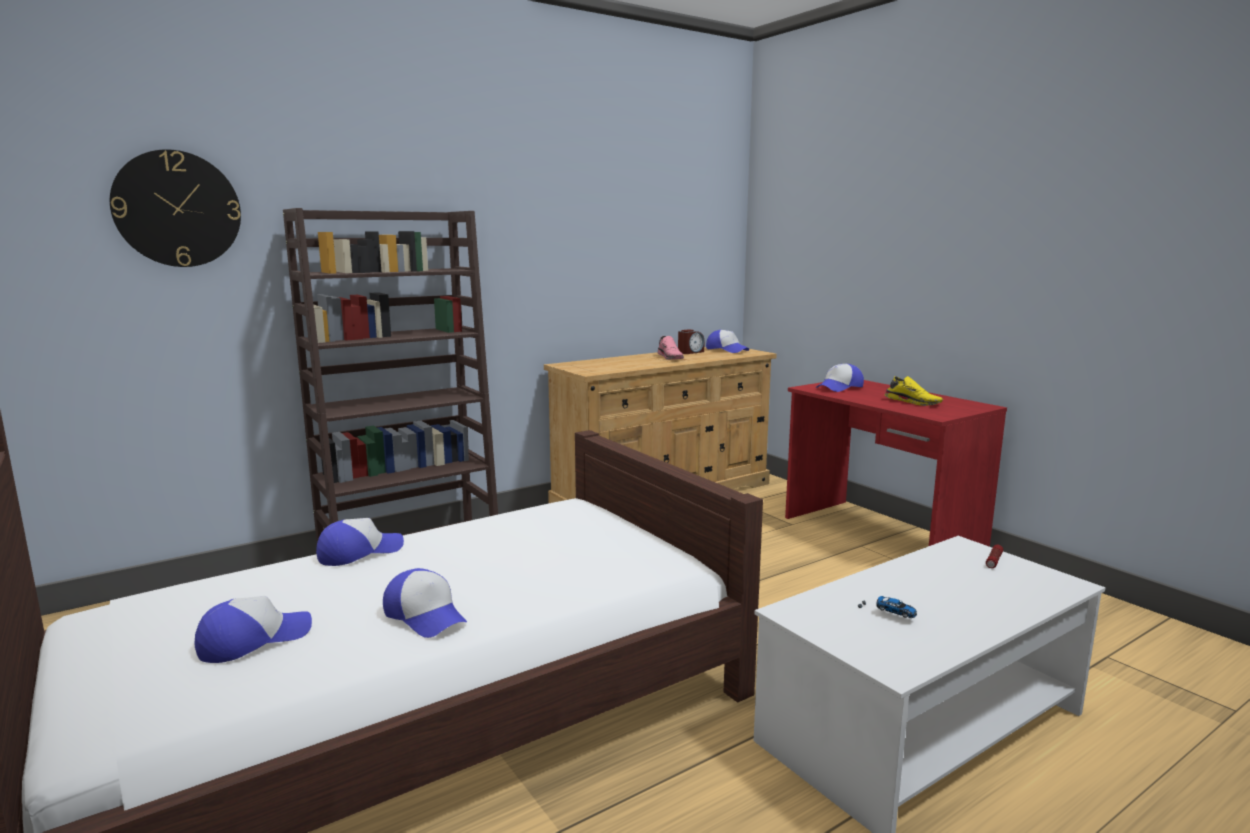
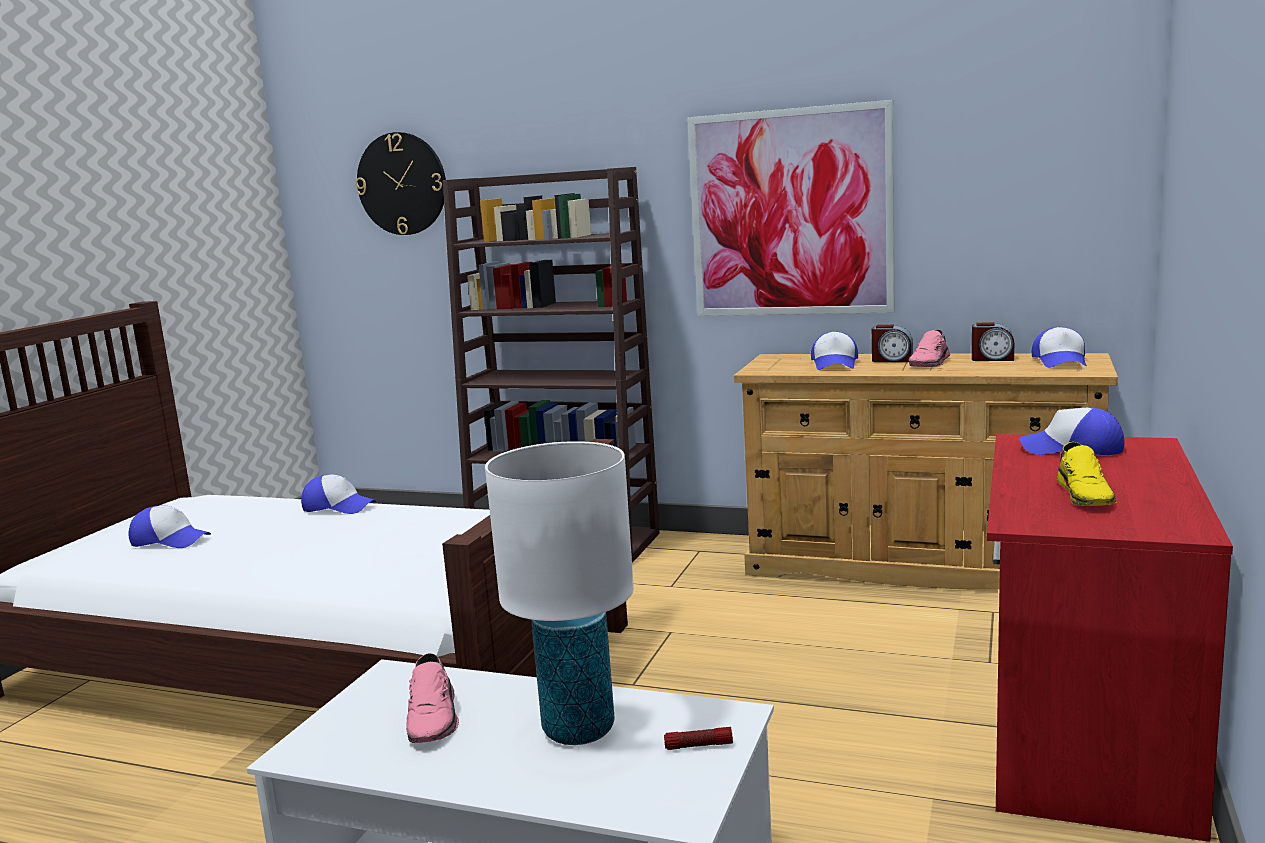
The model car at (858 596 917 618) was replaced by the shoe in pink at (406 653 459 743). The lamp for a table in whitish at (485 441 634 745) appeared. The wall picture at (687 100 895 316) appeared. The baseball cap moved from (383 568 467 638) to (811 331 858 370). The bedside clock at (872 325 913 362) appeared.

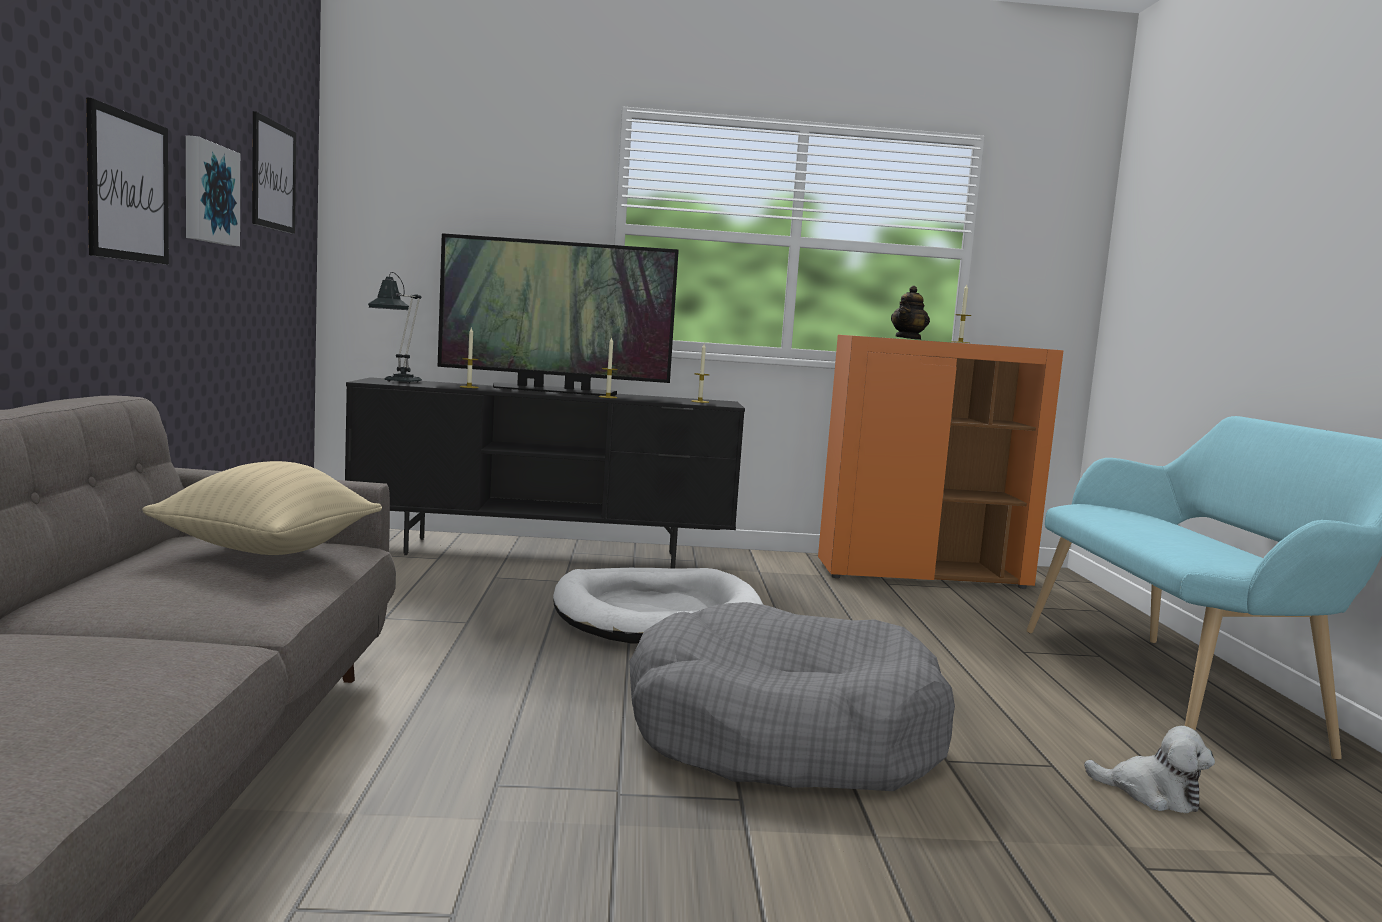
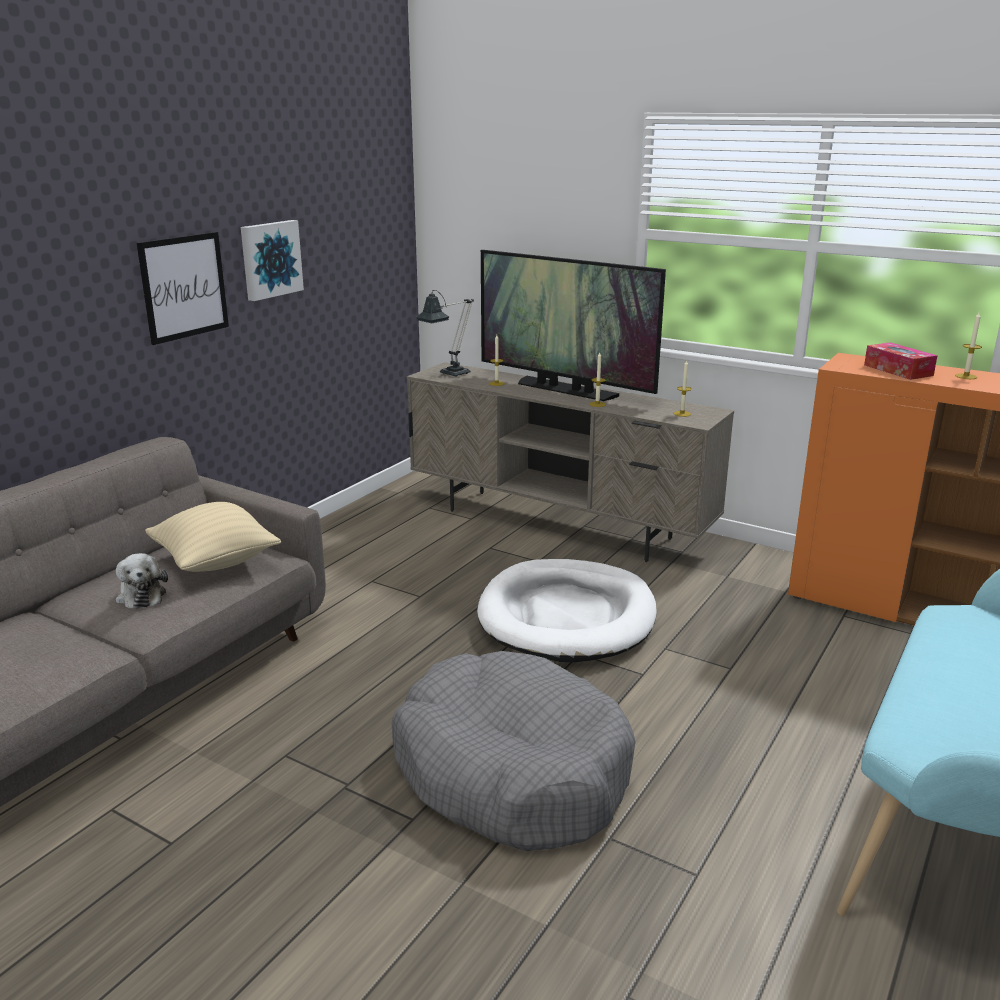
The plush toy moved from (1084 726 1215 813) to (116 553 168 609). The tv unit in black at (345 377 745 568) became the tv unit in sand-coloured at (407 362 734 562). The teapot at (891 286 930 340) was replaced by the tissue holder at (864 342 937 380). The wall picture at (252 111 296 234) disappeared.

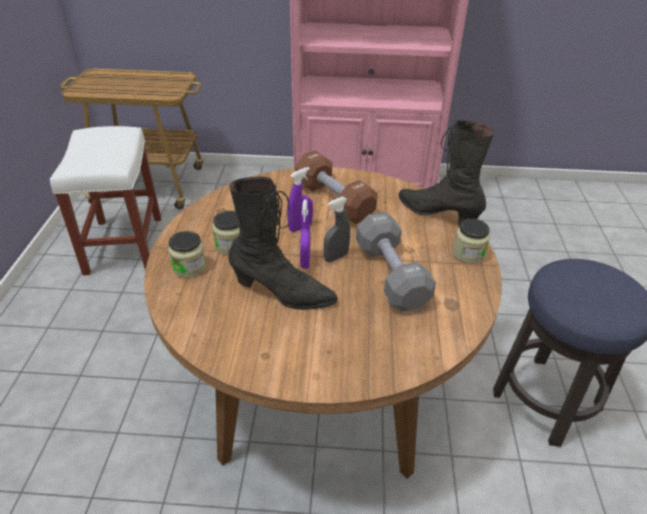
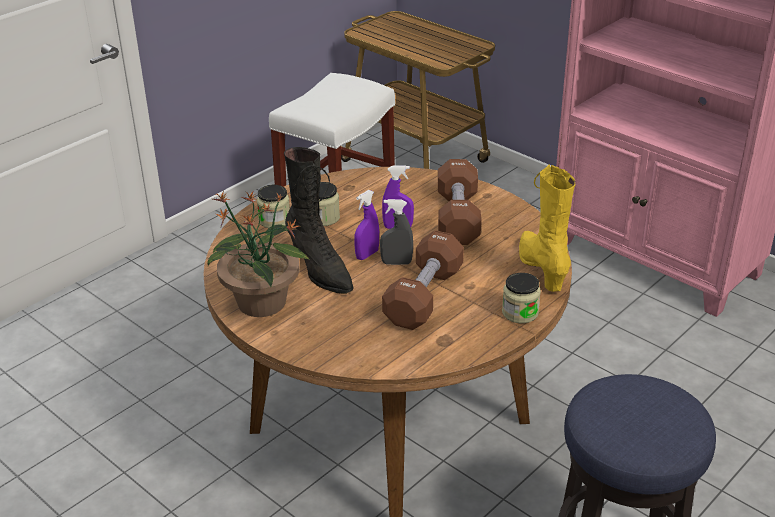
The plant in a pot at (207 191 310 317) appeared. The free weight in gray at (356 212 436 312) became the free weight in brownish at (382 230 464 330). The boot in black at (398 120 494 226) became the boot in yellow at (519 164 576 292).

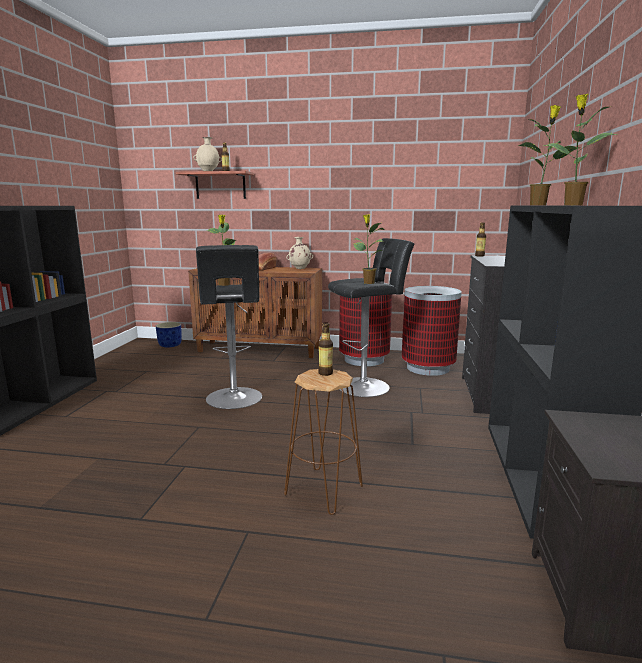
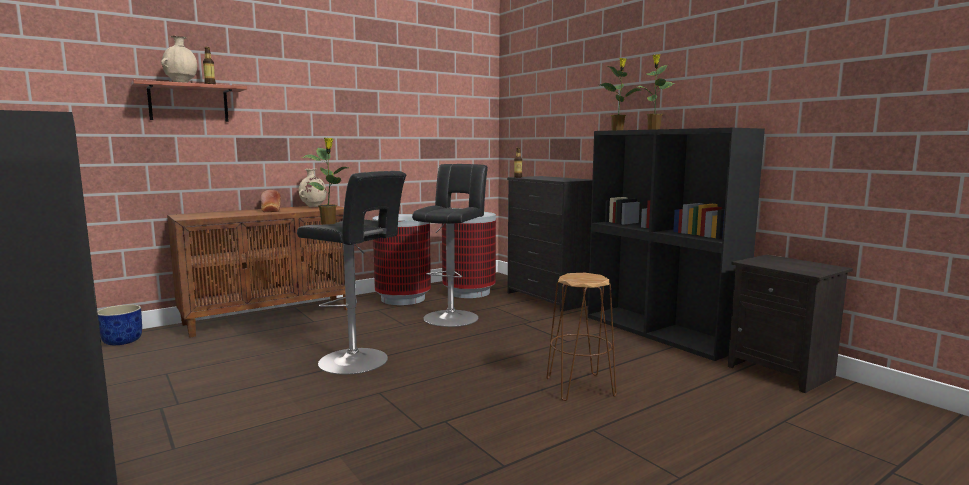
The beverage bottle at (318 322 333 376) disappeared. The plant in a pot at (353 214 385 284) disappeared.

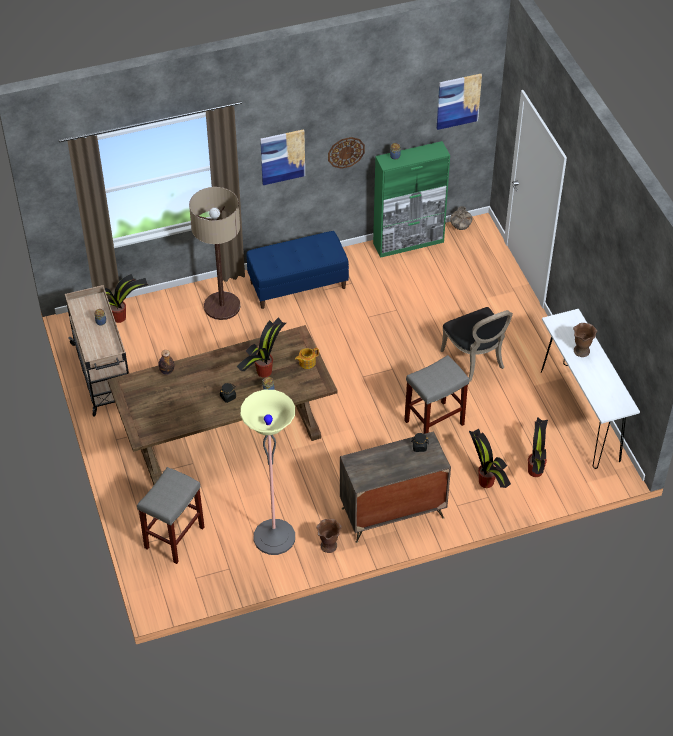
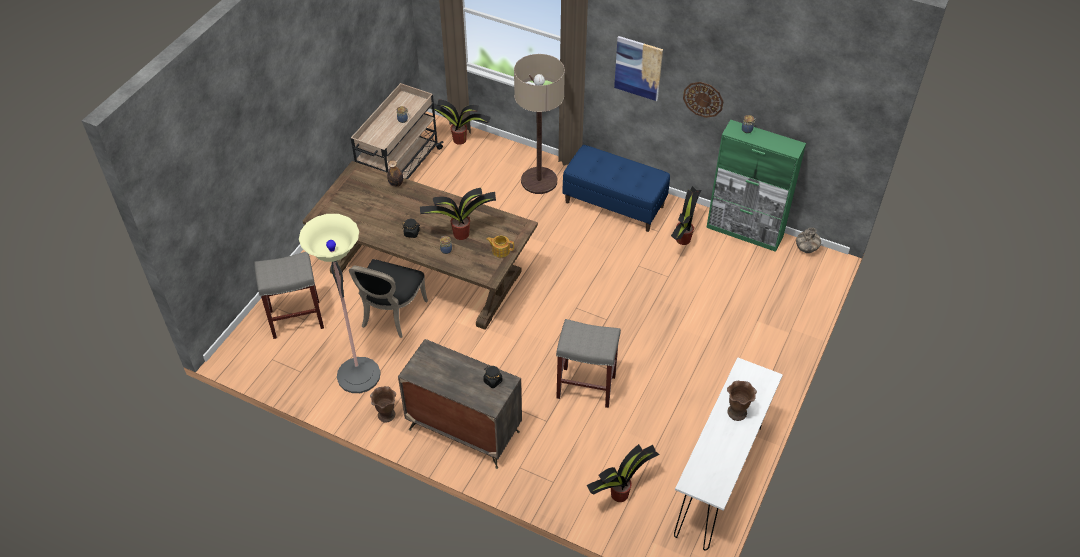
The upright chair in black moved from (441 307 513 382) to (349 259 428 338). The plant in a pot moved from (469 429 511 488) to (671 186 702 245). The wall picture at (437 74 482 130) disappeared.

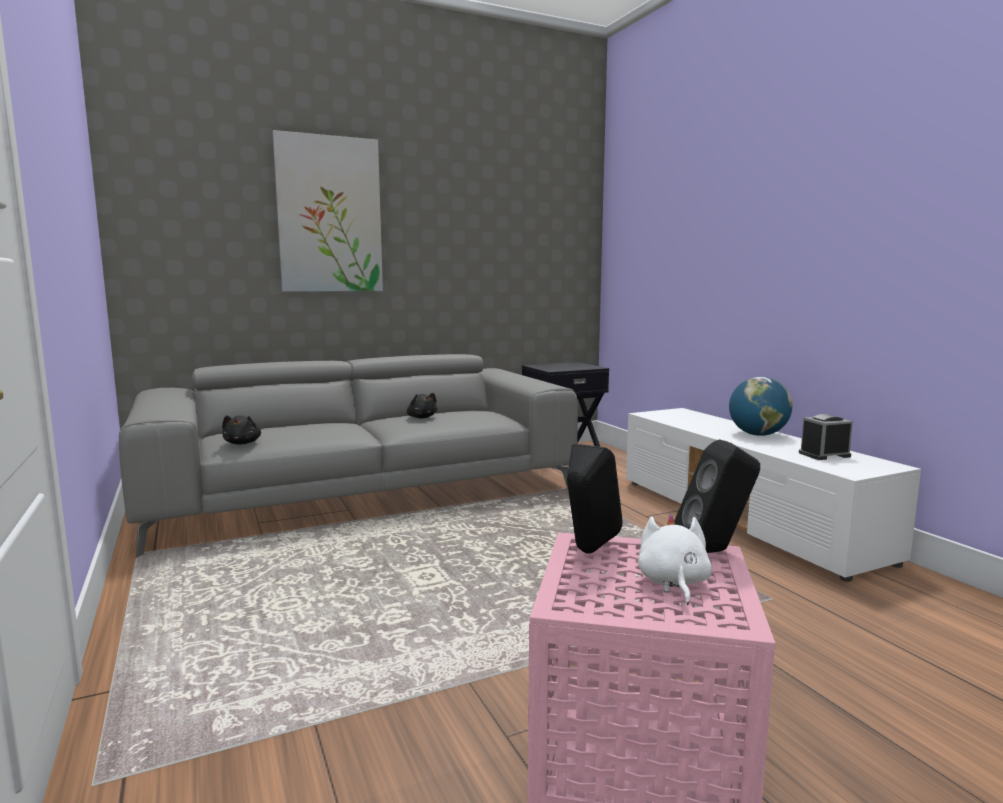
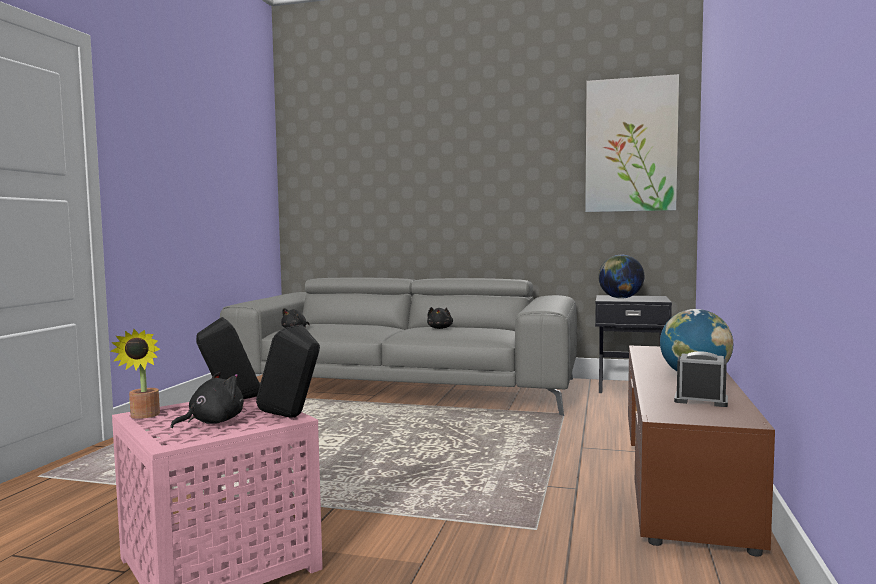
The plant in a pot at (110 329 160 419) appeared. The plush toy in whitish at (638 515 712 605) became the plush toy in black at (171 372 244 428). The wall picture moved from (272 130 383 292) to (585 74 679 212). The globe at (598 255 644 299) appeared. The tv unit in whitish at (626 408 921 582) became the tv unit in brownish at (628 345 775 557).

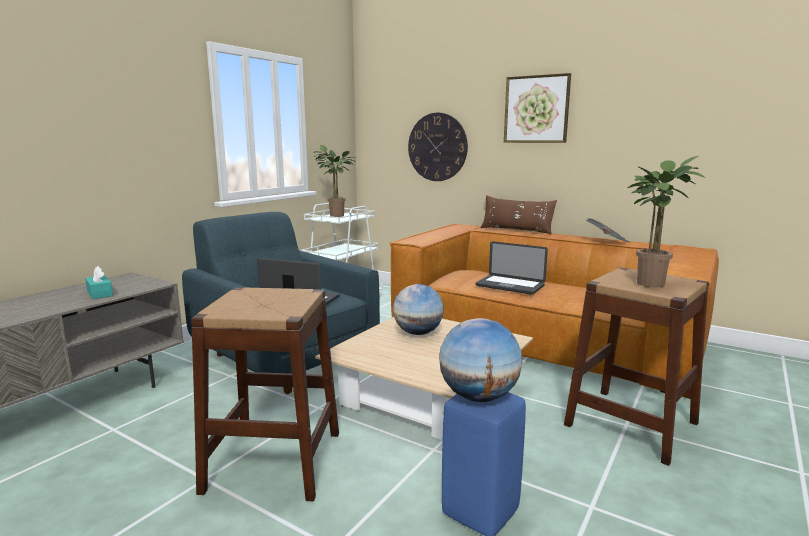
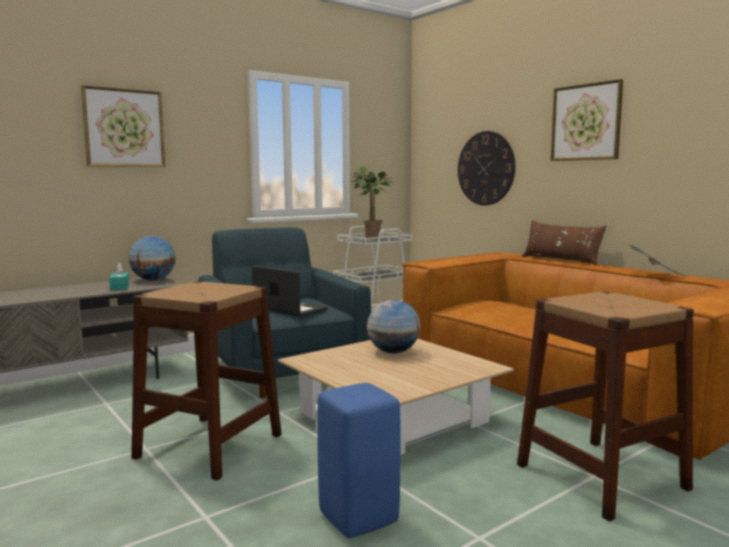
The wall picture at (81 85 165 167) appeared. The globe moved from (439 318 522 402) to (129 236 176 280). The portable computer at (476 241 548 295) disappeared. The plant in a pot at (627 156 705 287) disappeared.

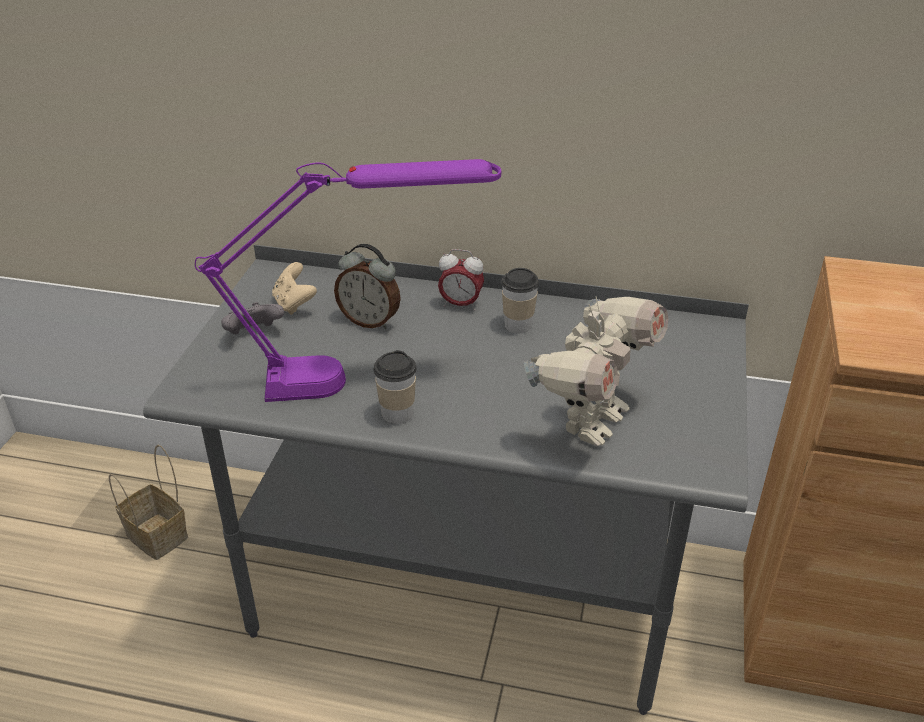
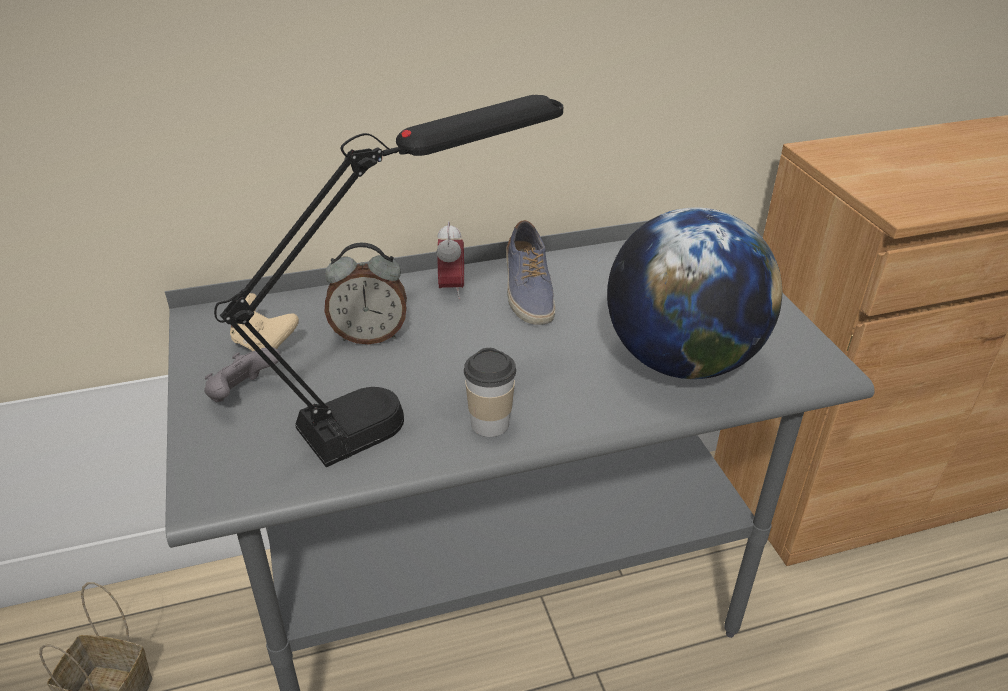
The lamp for a table in purple at (195 159 501 402) became the lamp for a table in black at (214 95 563 467). The bedside clock at (438 249 484 311) turned 75 degrees counterclockwise. The drinking cup at (501 268 539 333) was replaced by the shoe at (506 220 556 325). The toy robot at (524 296 668 446) was replaced by the globe at (607 207 783 379).

